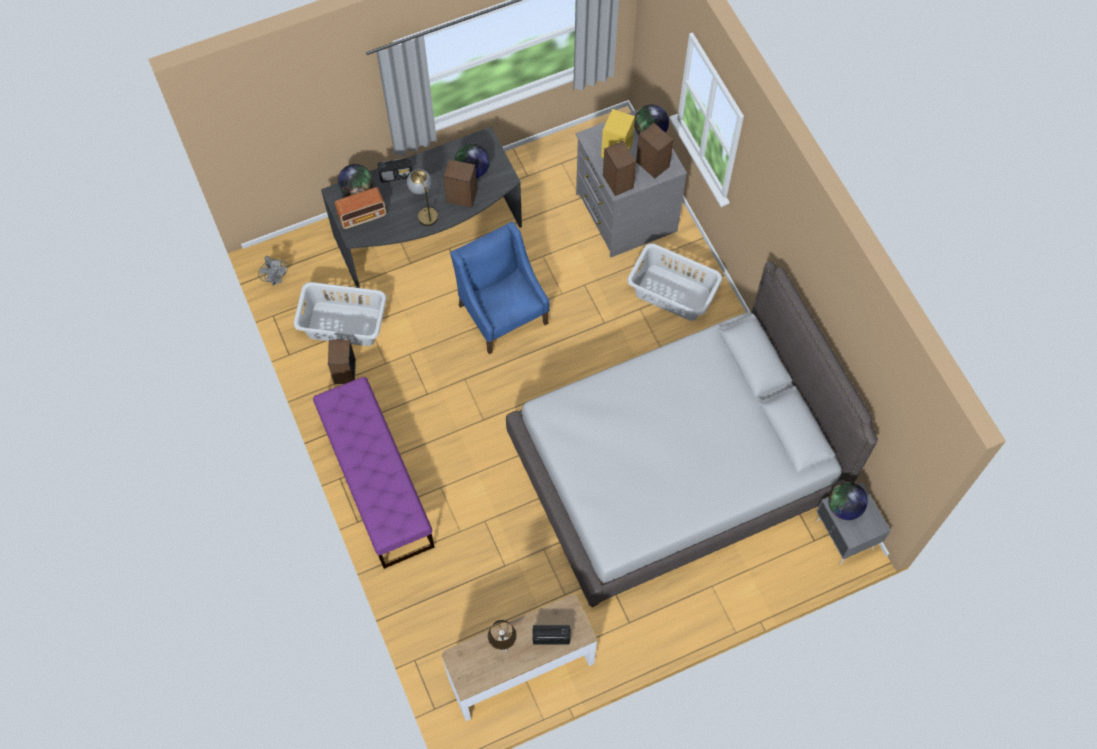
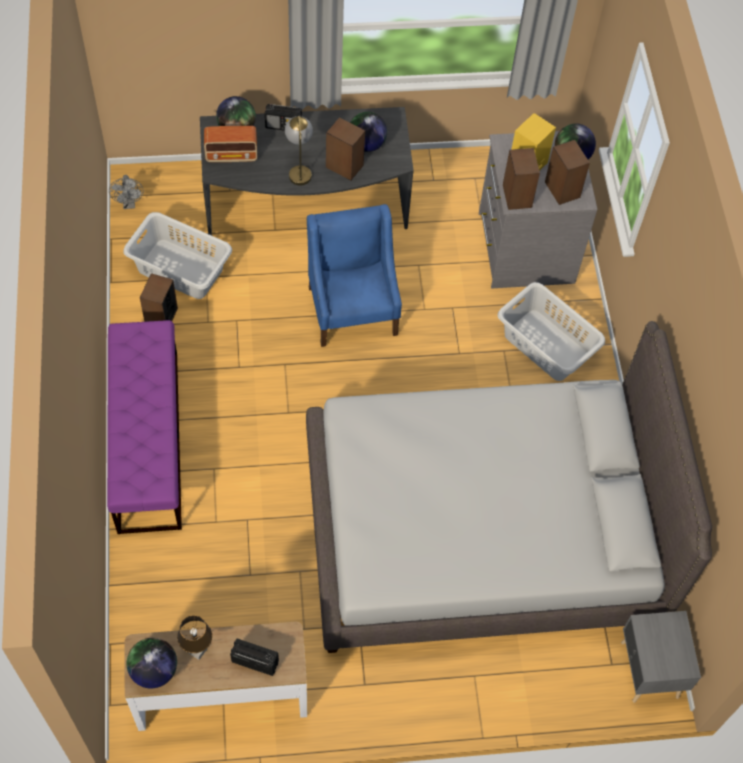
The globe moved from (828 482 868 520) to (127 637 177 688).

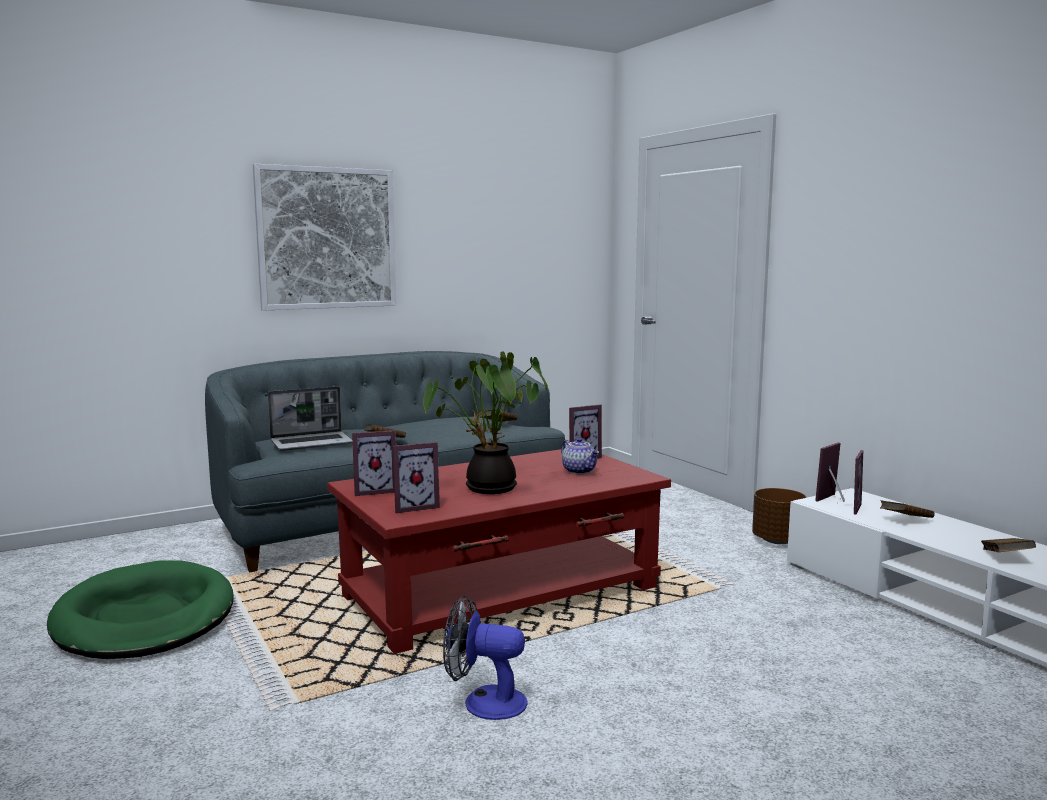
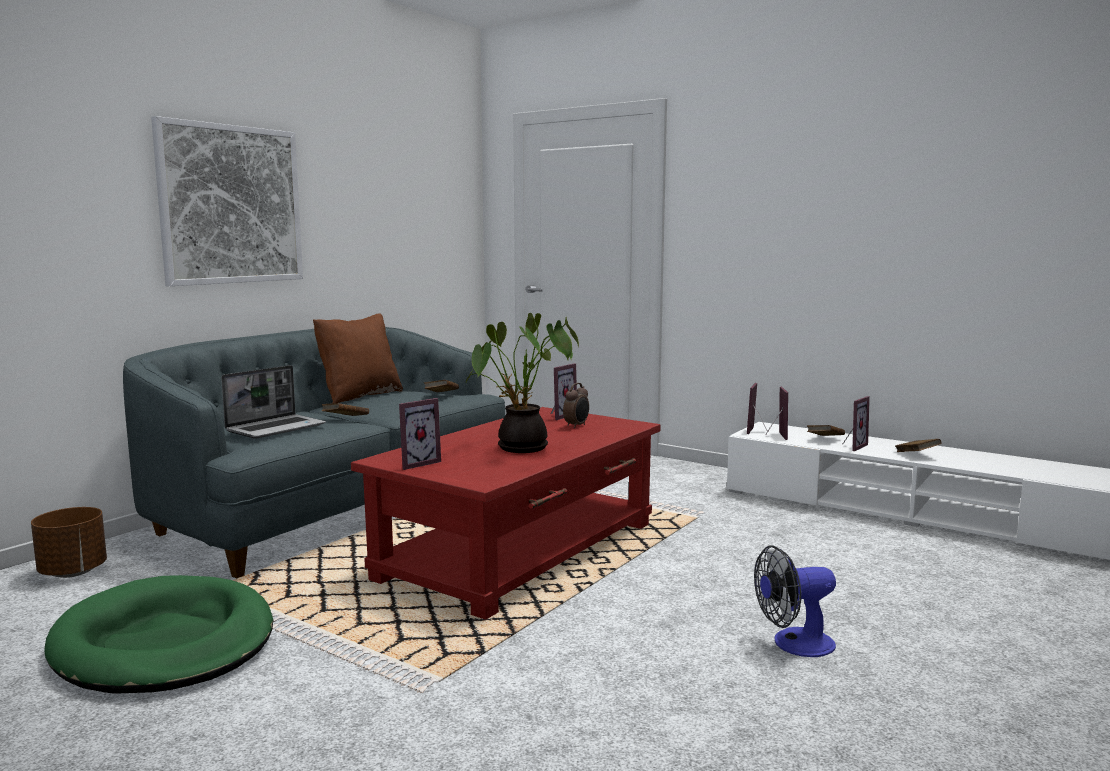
The flower pot in brownish moved from (752 488 807 544) to (31 507 107 578). The throw pillow in brownish at (313 314 403 403) appeared. The teapot at (561 438 599 474) was replaced by the bedside clock at (563 383 589 428). The cooling fan moved from (443 595 527 720) to (754 545 836 657). The photo frame moved from (393 442 440 513) to (843 396 870 451).

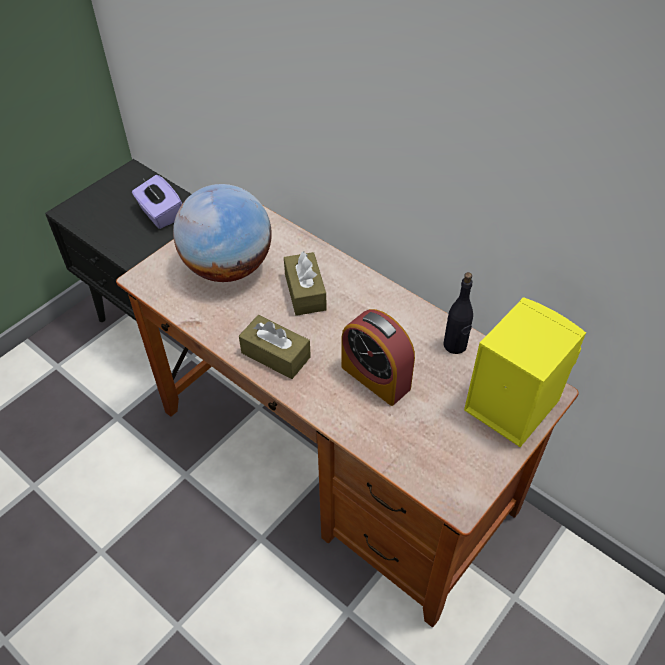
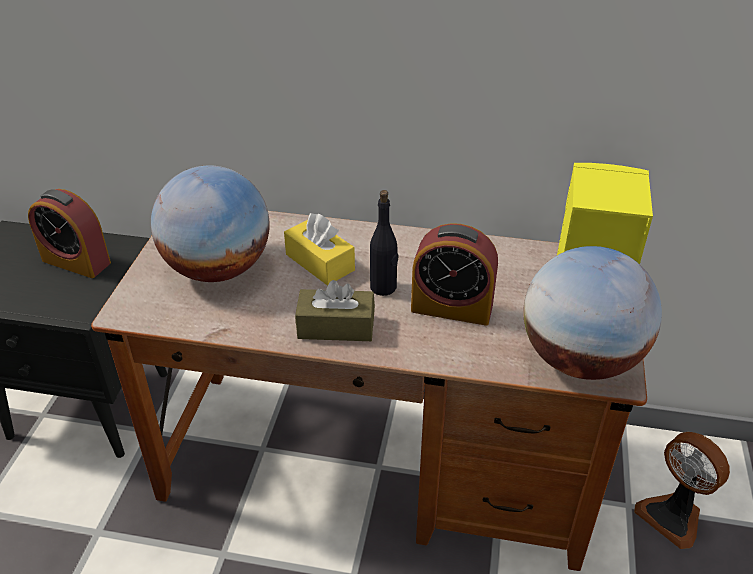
The tissue holder in purple at (132 175 182 229) was replaced by the bedside clock at (28 189 111 278). The tissue holder in brownish at (284 251 327 316) became the tissue holder in yellow at (284 213 355 285). The beverage bottle in black moved from (444 272 473 354) to (370 190 398 296). The globe at (523 246 662 380) appeared. The cooling fan at (634 432 730 549) appeared.

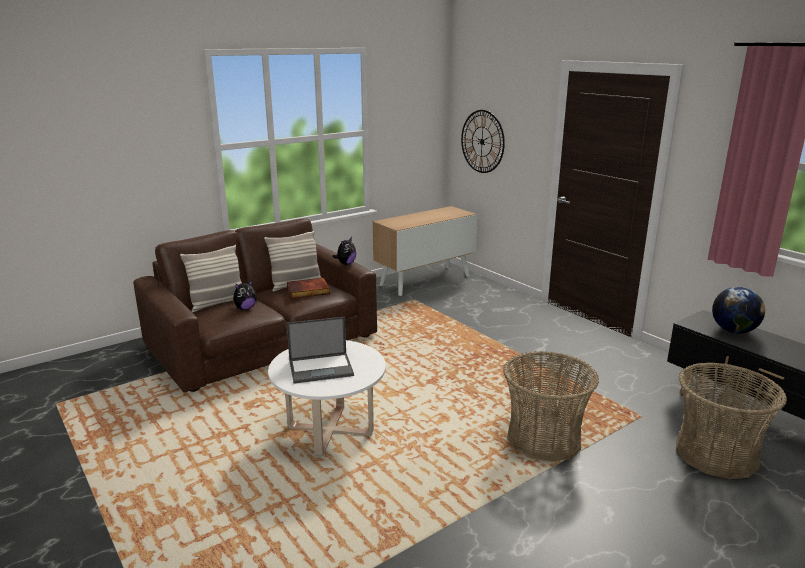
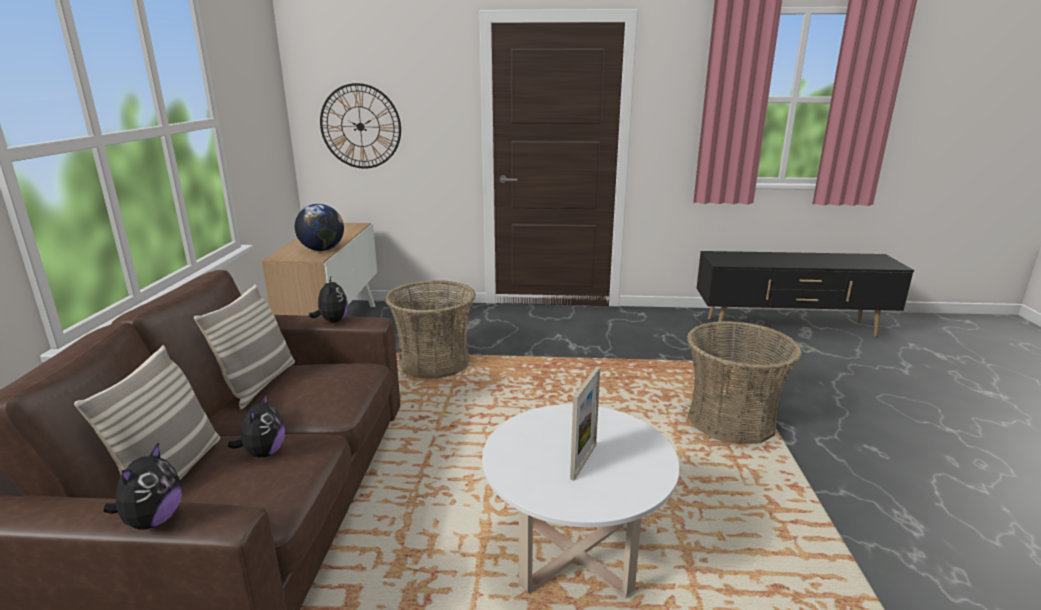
The plush toy at (103 442 182 530) appeared. The globe moved from (712 287 765 334) to (295 204 344 251). The basket moved from (676 362 787 479) to (385 280 476 379). The portable computer at (287 317 354 384) was replaced by the photo frame at (570 366 600 481). The volume at (287 278 330 299) disappeared.

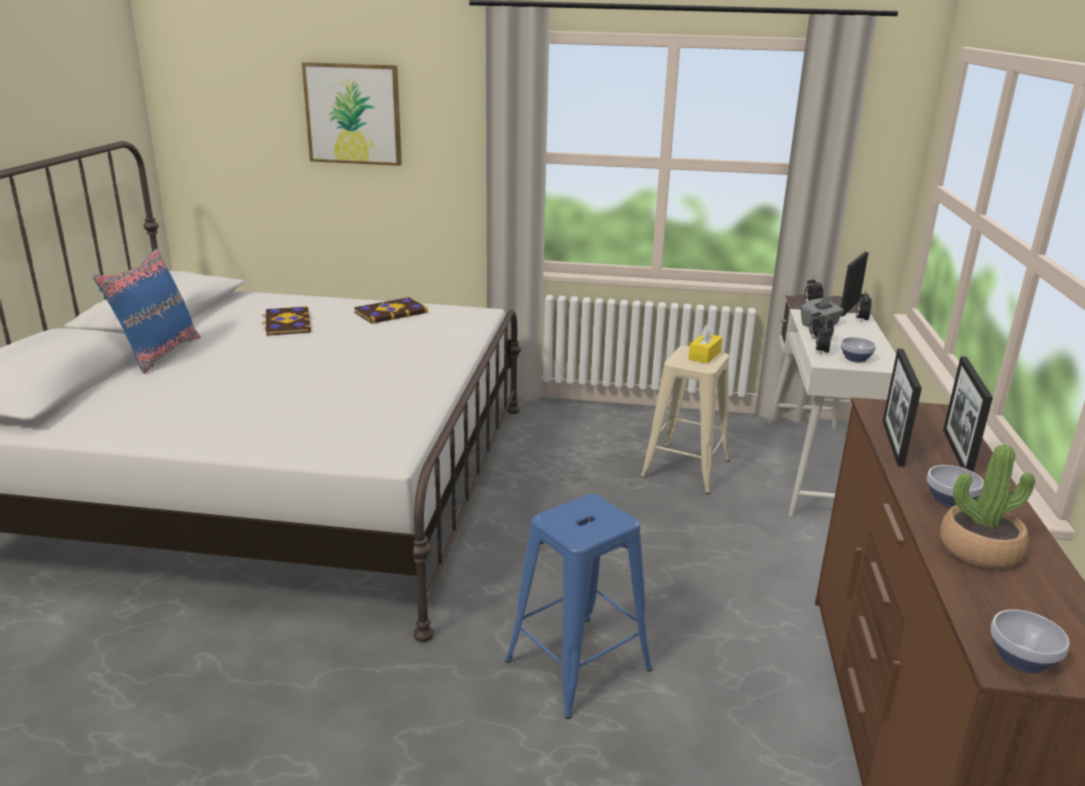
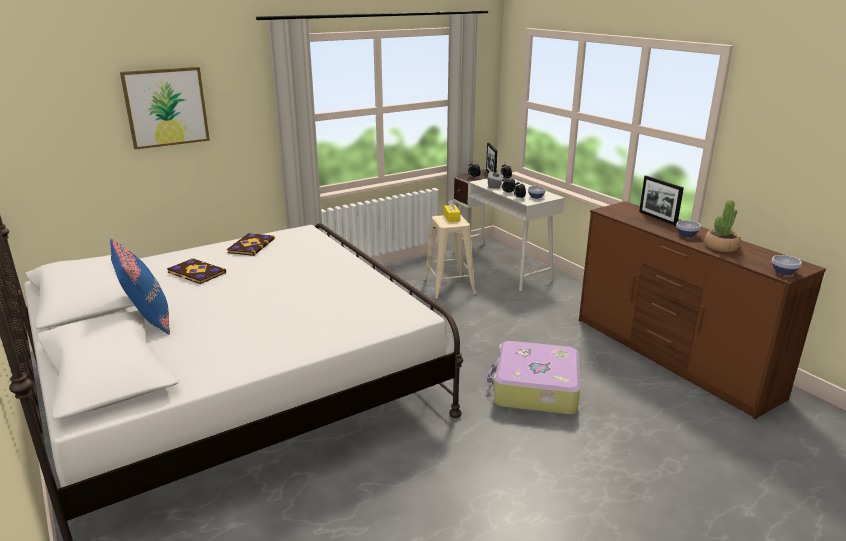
The sitting stool in blue at (505 494 652 719) was replaced by the piece of luggage at (487 341 580 415). The photo frame at (883 348 922 467) disappeared.

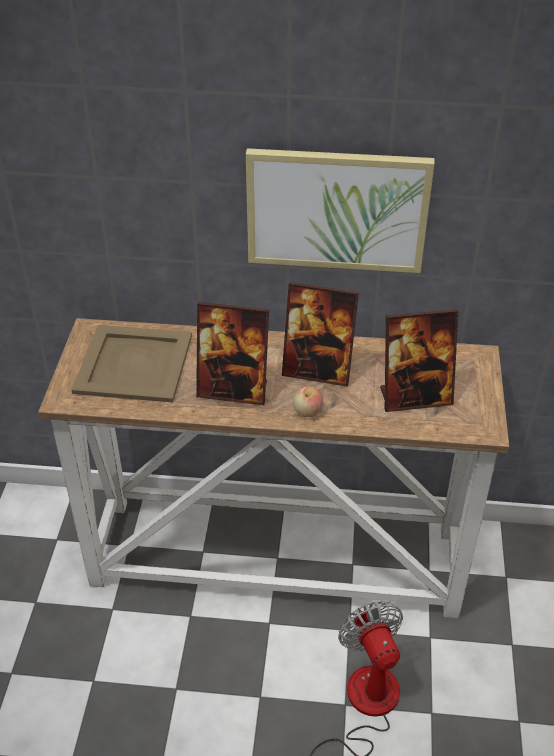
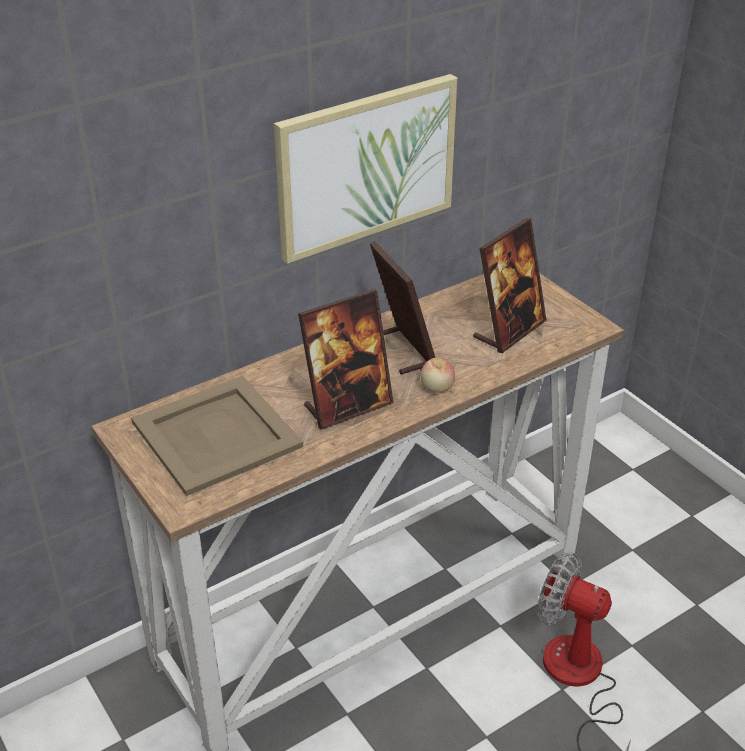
The photo frame at (282 282 359 387) turned 90 degrees counterclockwise.

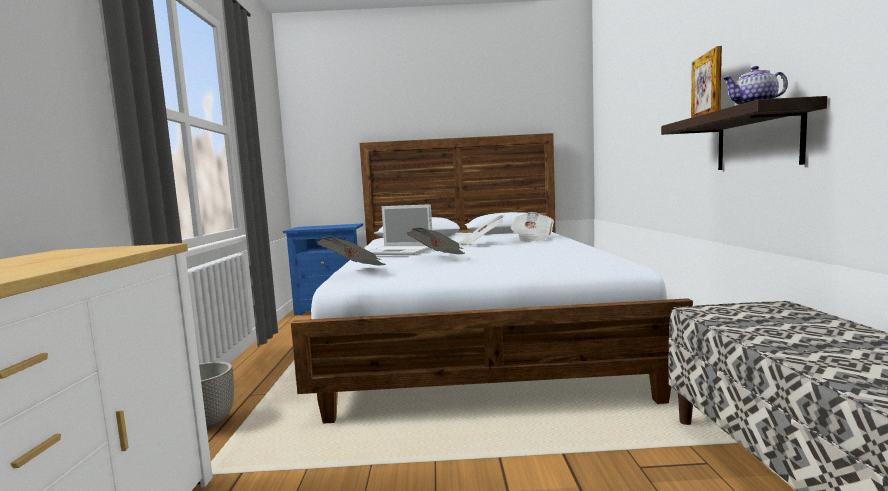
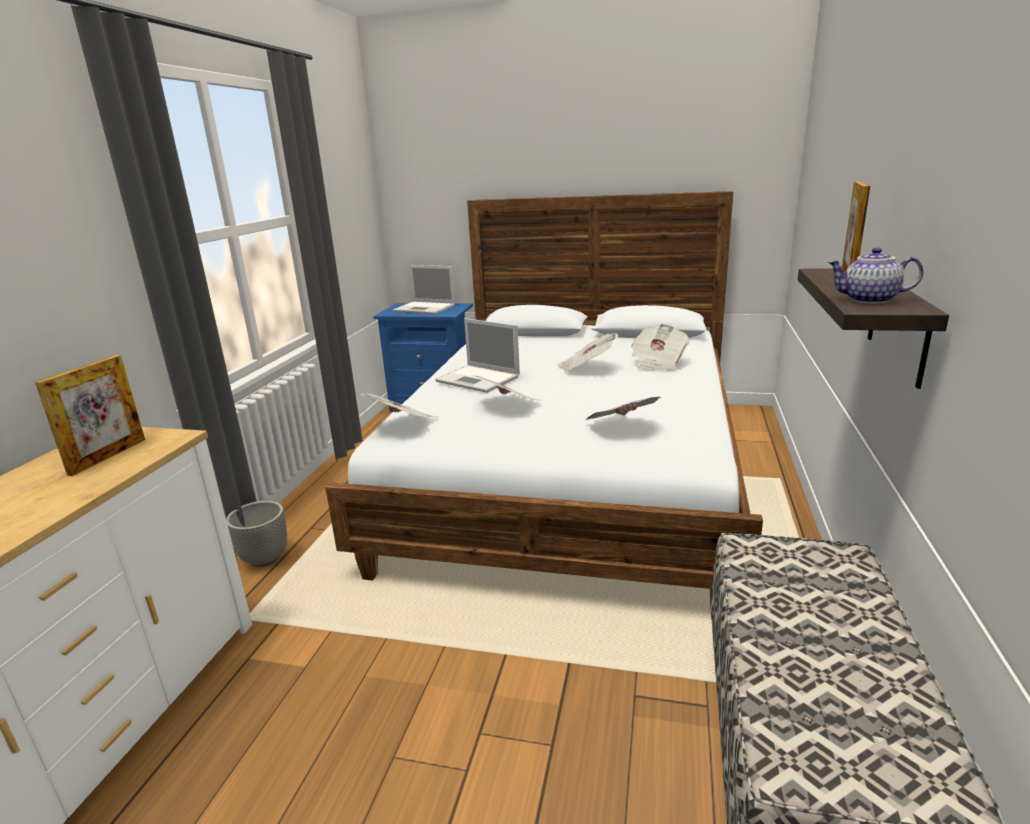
The photo frame at (35 355 145 476) appeared. The portable computer at (393 265 455 314) appeared. The daily paper at (585 397 661 420) appeared.

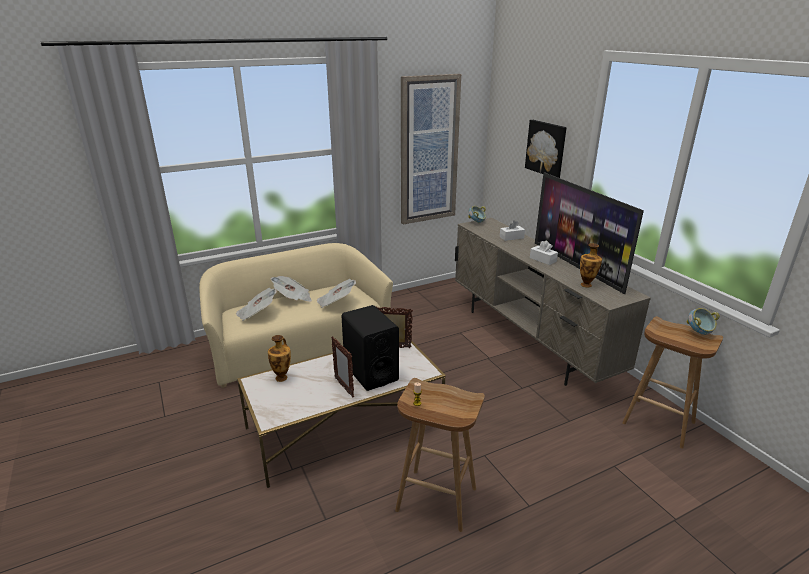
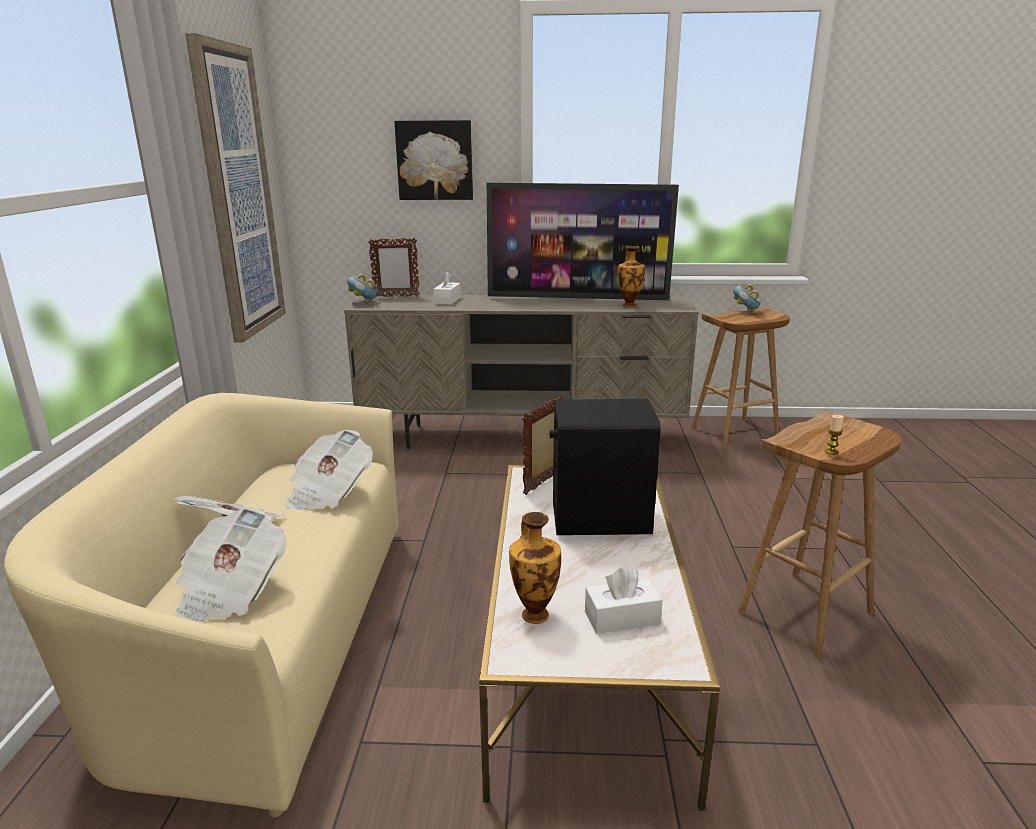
The photo frame moved from (331 336 354 398) to (368 237 420 297). The tissue holder in whitish moved from (530 240 558 265) to (585 567 663 634).

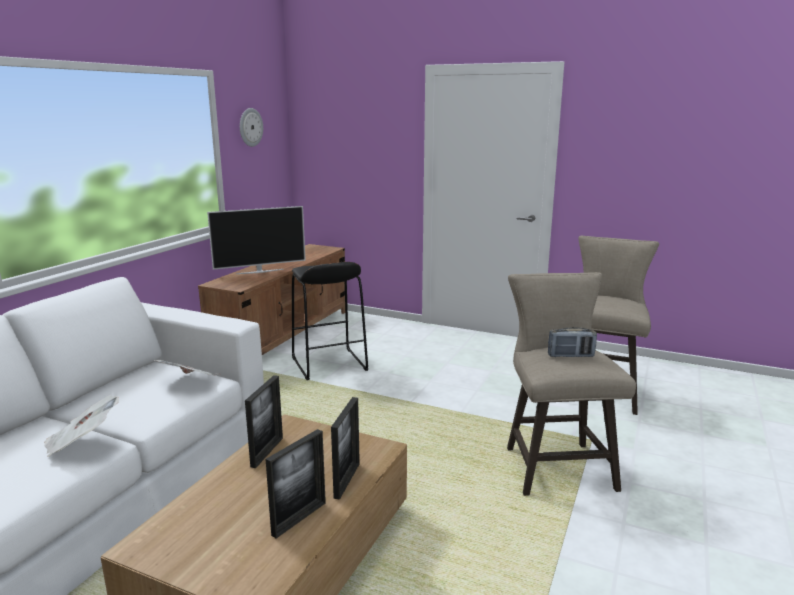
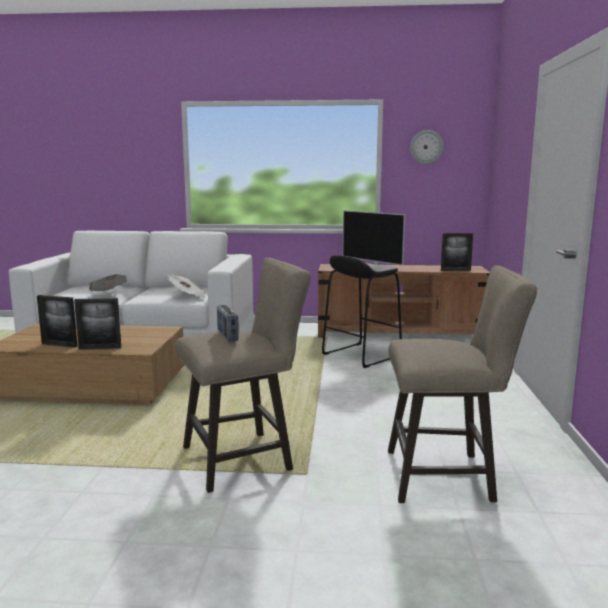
The photo frame moved from (245 375 283 468) to (441 233 473 271).

